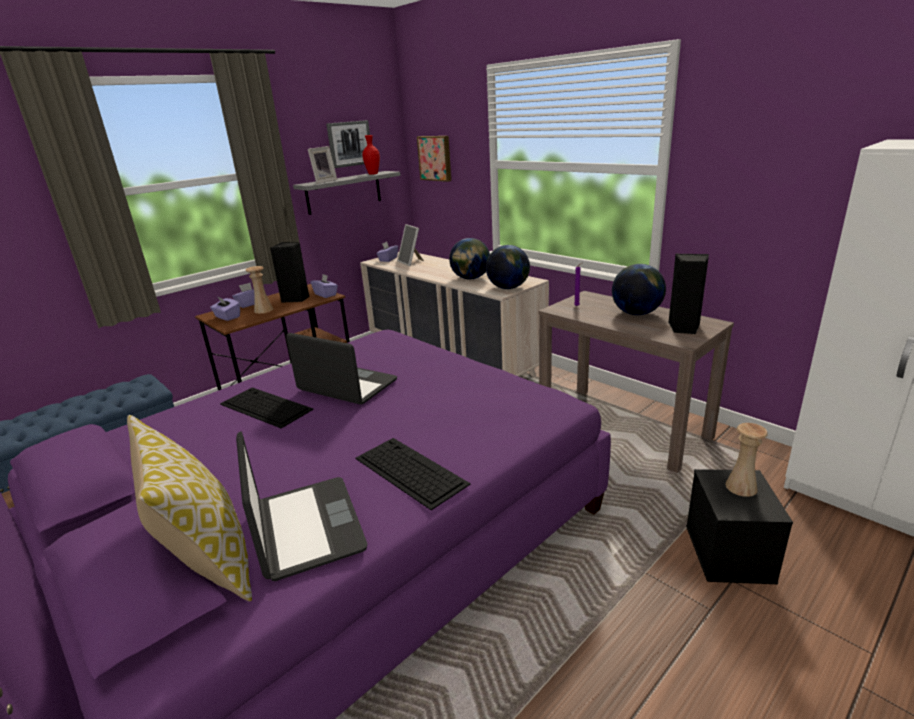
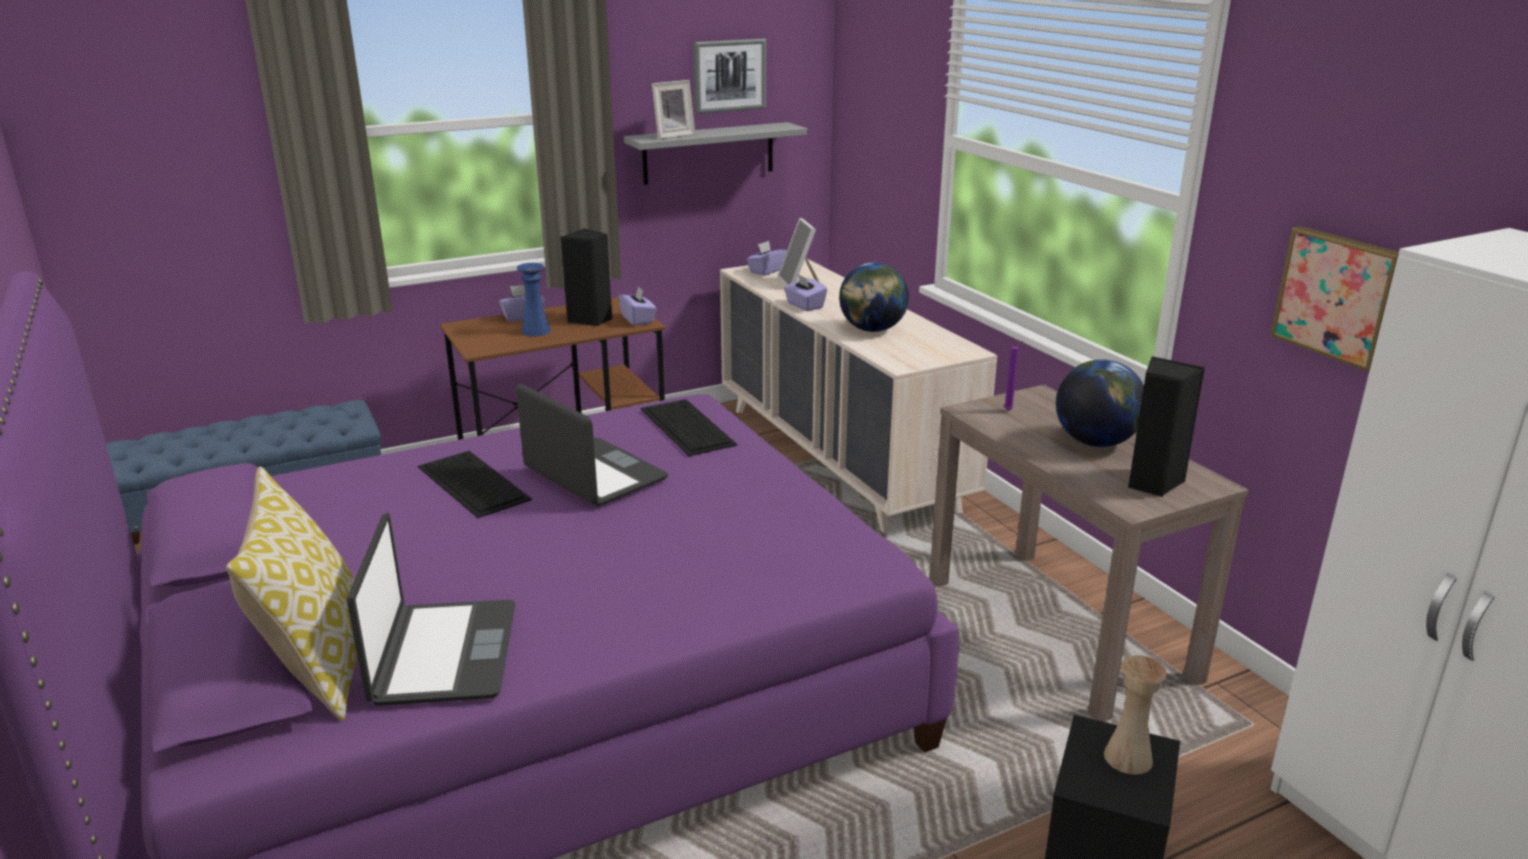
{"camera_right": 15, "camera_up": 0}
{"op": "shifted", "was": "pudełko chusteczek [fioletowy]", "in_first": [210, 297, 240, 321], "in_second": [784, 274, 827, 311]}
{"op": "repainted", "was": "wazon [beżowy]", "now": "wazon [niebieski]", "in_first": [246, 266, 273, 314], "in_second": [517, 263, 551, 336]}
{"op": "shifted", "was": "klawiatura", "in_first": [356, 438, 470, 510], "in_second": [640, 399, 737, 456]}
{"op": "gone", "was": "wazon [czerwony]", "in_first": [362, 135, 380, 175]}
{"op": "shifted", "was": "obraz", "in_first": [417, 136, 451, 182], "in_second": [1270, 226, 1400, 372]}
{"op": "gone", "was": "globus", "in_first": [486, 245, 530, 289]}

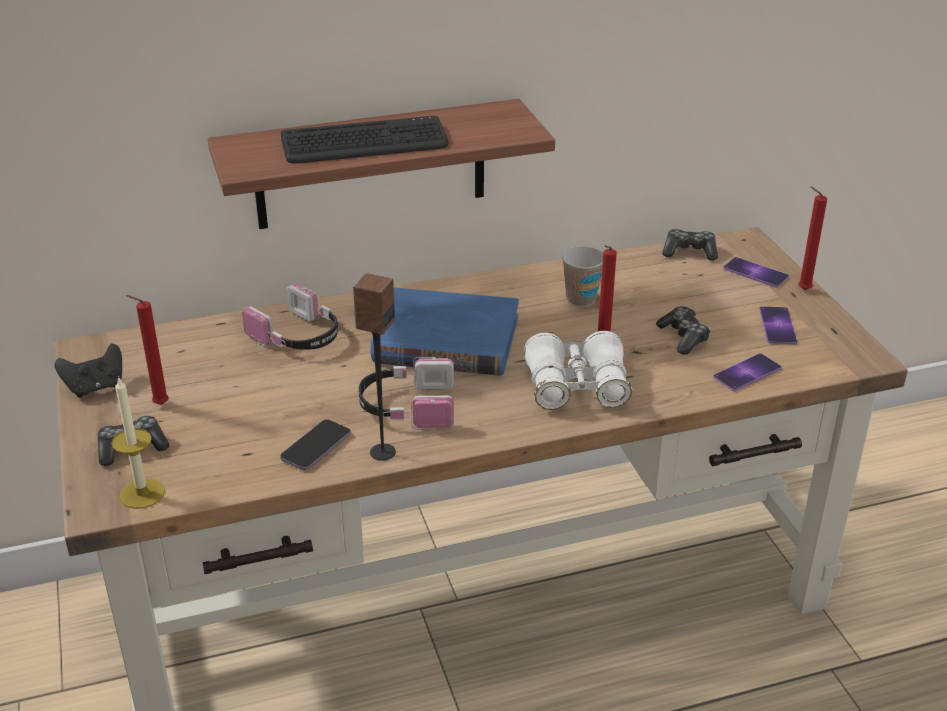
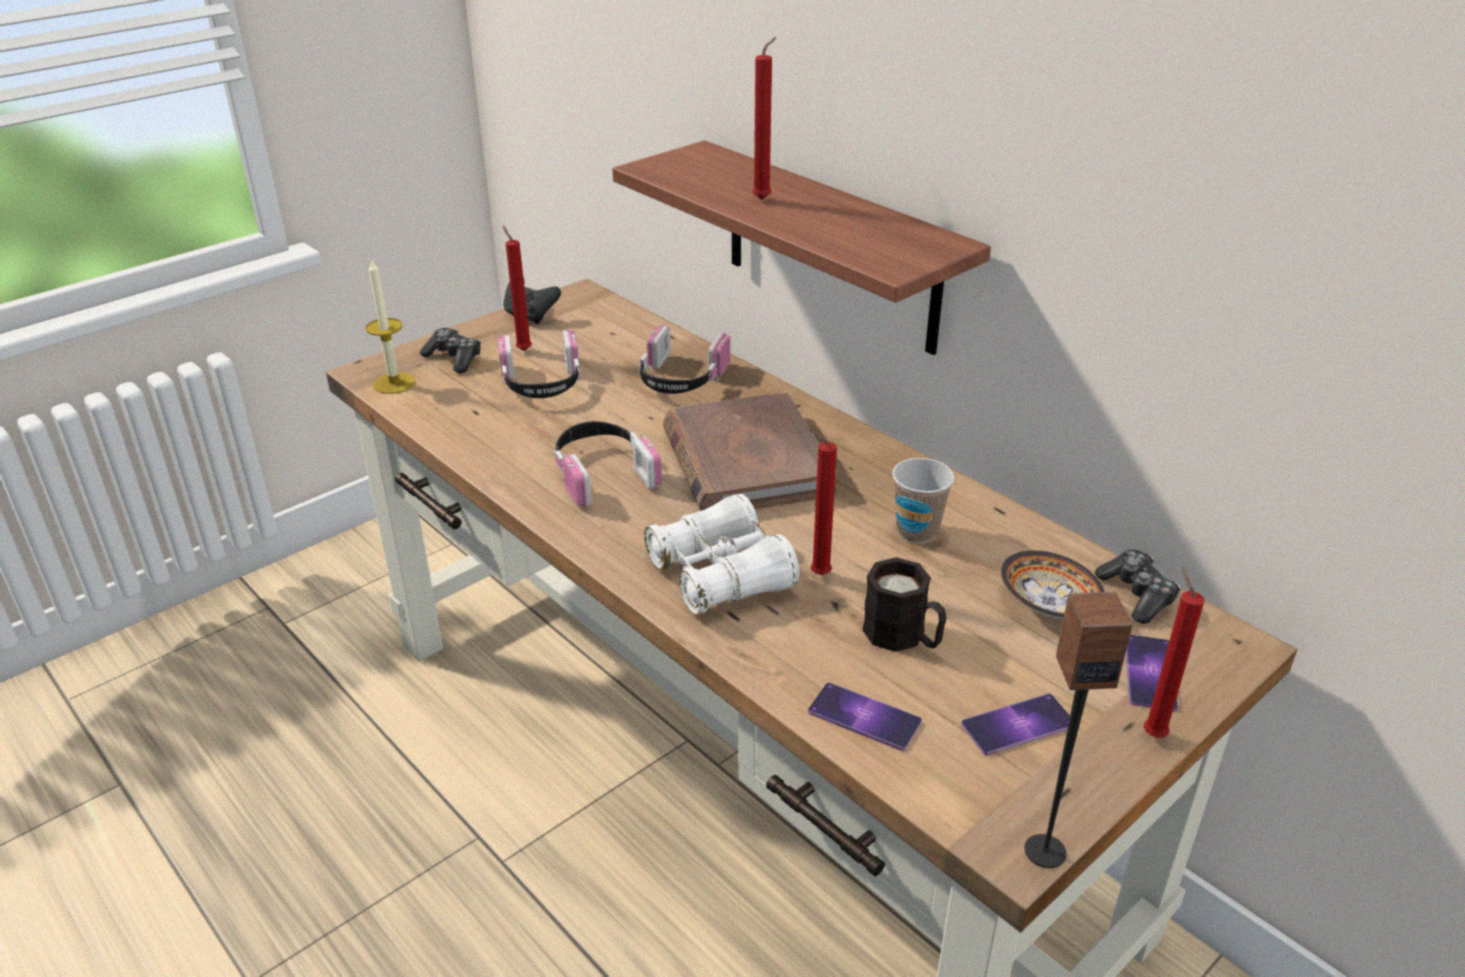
{"camera_right": 65, "camera_up": 0}
{"op": "gone", "was": "telefon", "in_first": [280, 419, 351, 470]}
{"op": "swapped", "was": "klawiatura", "now": "świeca [czerwony]", "in_first": [281, 116, 448, 163], "in_second": [752, 37, 776, 200]}
{"op": "shifted", "was": "głośnik", "in_first": [353, 273, 396, 460], "in_second": [1024, 592, 1132, 868]}
{"op": "repainted", "was": "książka [niebieski]", "now": "książka [brązowy]", "in_first": [370, 288, 519, 376], "in_second": [663, 392, 837, 511]}
{"op": "swapped", "was": "pad do gier", "now": "kubek [czarny]", "in_first": [656, 306, 711, 355], "in_second": [862, 557, 946, 652]}
{"op": "new", "now": "słuchawki", "in_second": [498, 329, 581, 398]}
{"op": "new", "now": "miska", "in_second": [1001, 550, 1104, 619]}

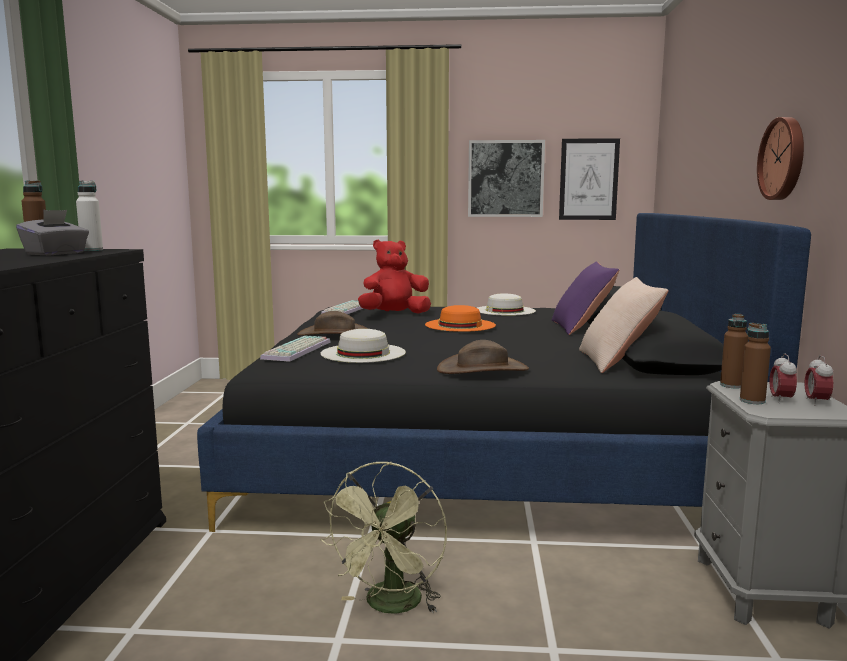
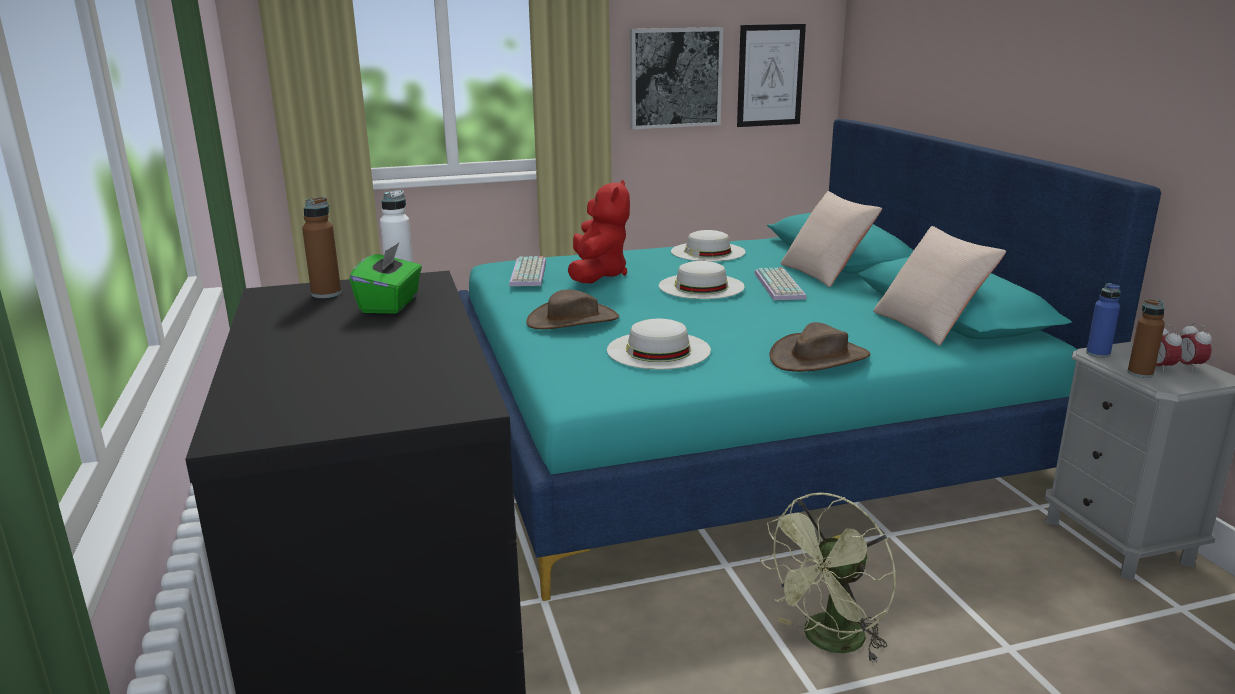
{"camera_right": -20, "camera_up": 10}
{"op": "repainted", "was": "pudełko chusteczek [szary]", "now": "pudełko chusteczek [zielony]", "in_first": [16, 210, 89, 255], "in_second": [350, 243, 422, 314]}
{"op": "repainted", "was": "łóżko [czarny]", "now": "łóżko [turkusowy]", "in_first": [197, 213, 811, 532], "in_second": [458, 119, 1161, 601]}
{"op": "shifted", "was": "klawiatura", "in_first": [260, 336, 331, 362], "in_second": [754, 267, 807, 300]}
{"op": "rotated", "was": "wentylator [zielony]", "in_first": [320, 462, 447, 614], "in_second": [760, 493, 896, 663], "clockwise": 45}
{"op": "rotated", "was": "pluszak [czerwony]", "in_first": [358, 239, 431, 314], "in_second": [568, 180, 630, 283], "clockwise": 135}
{"op": "repainted", "was": "kapelusz [pomarańczowy]", "now": "kapelusz [biały]", "in_first": [425, 305, 496, 332], "in_second": [659, 261, 745, 299]}
{"op": "repainted", "was": "poduszka [fioletowy]", "now": "poduszka [beżowy]", "in_first": [552, 262, 619, 335], "in_second": [781, 191, 882, 287]}
{"op": "repainted", "was": "butelka [brązowy]", "now": "butelka [niebieski]", "in_first": [720, 314, 748, 388], "in_second": [1086, 283, 1121, 358]}
{"op": "gone", "was": "zegar ścienny", "in_first": [757, 117, 804, 200]}

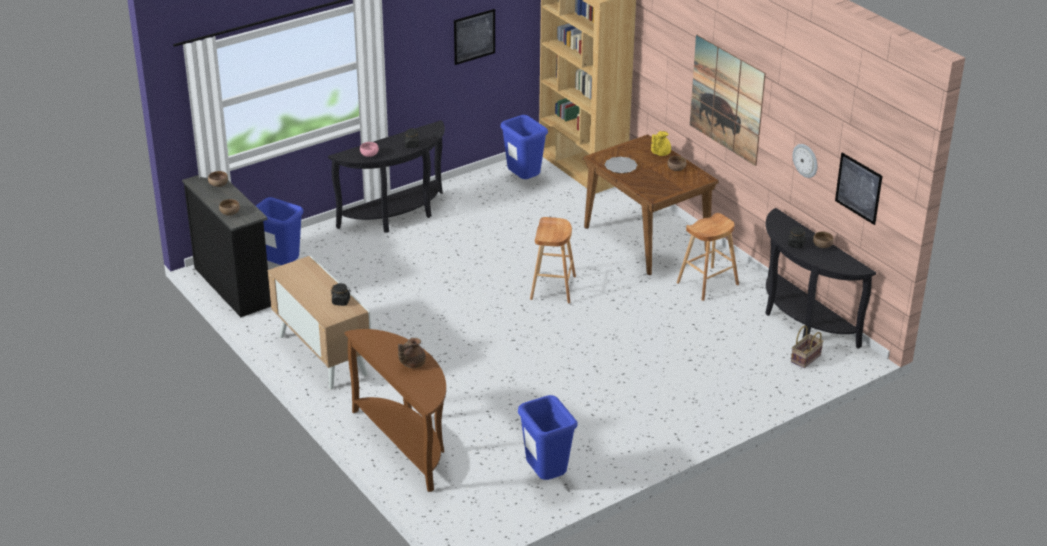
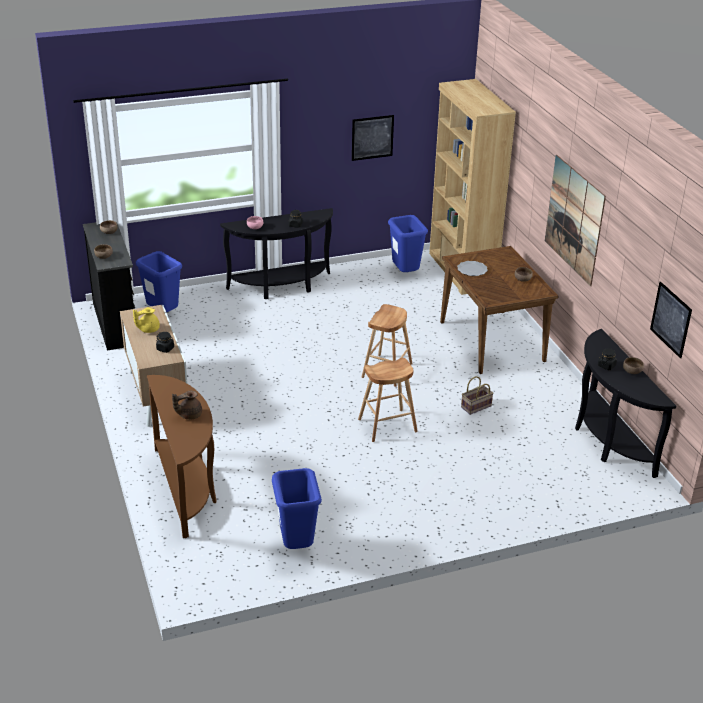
{"camera_right": 15, "camera_up": 0}
{"op": "shifted", "was": "imbryk [żółty]", "in_first": [651, 131, 671, 156], "in_second": [133, 307, 160, 333]}
{"op": "shifted", "was": "stołek [brązowy]", "in_first": [677, 213, 739, 301], "in_second": [358, 358, 418, 442]}
{"op": "shifted", "was": "koszyk", "in_first": [791, 326, 823, 368], "in_second": [461, 376, 493, 415]}
{"op": "gone", "was": "zegar ścienny", "in_first": [793, 144, 818, 178]}

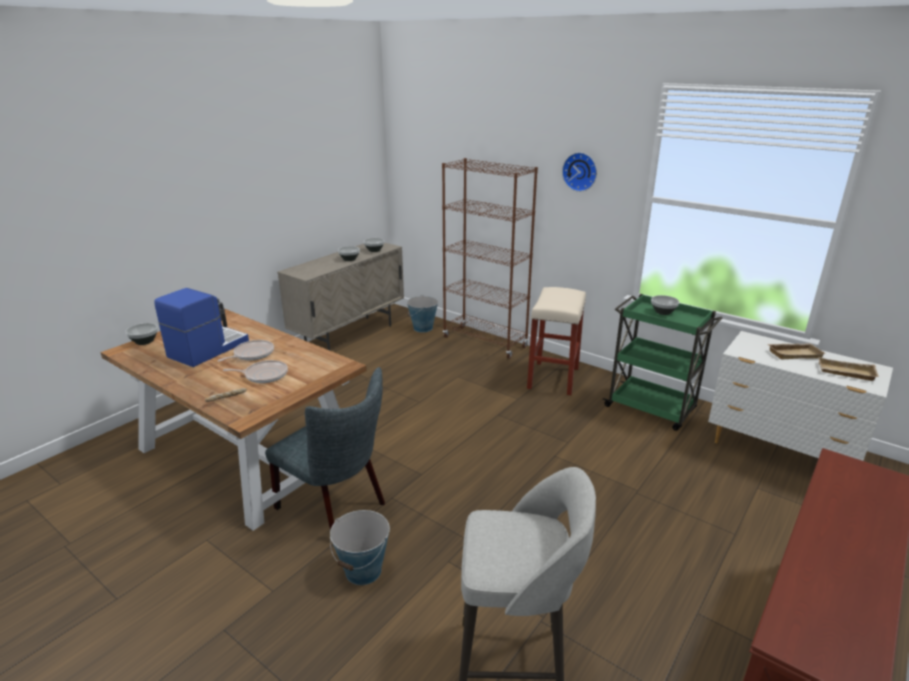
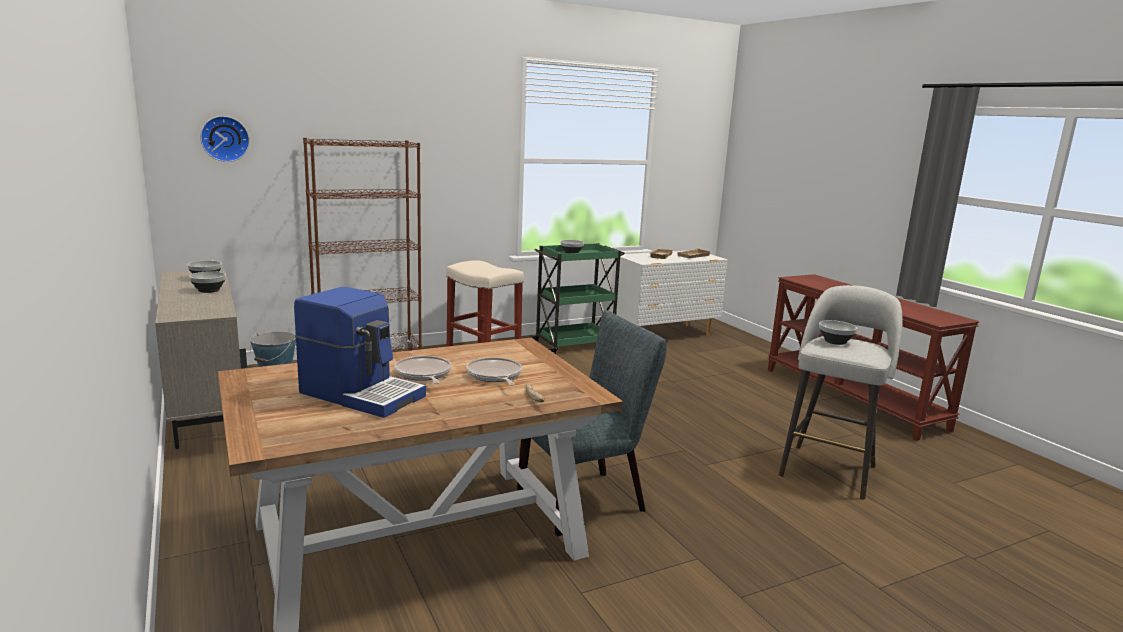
{"camera_right": -65, "camera_up": -10}
{"op": "shifted", "was": "miska", "in_first": [125, 323, 158, 345], "in_second": [819, 320, 857, 345]}
{"op": "rotated", "was": "ekspres do kawy", "in_first": [154, 288, 249, 367], "in_second": [294, 287, 426, 418], "clockwise": 150}
{"op": "rotated", "was": "patelnia", "in_first": [223, 360, 288, 383], "in_second": [466, 357, 522, 386], "clockwise": -45}
{"op": "gone", "was": "wiadro", "in_first": [330, 510, 390, 585]}
{"op": "shifted", "was": "zegar ścienny", "in_first": [562, 152, 597, 192], "in_second": [200, 116, 250, 162]}

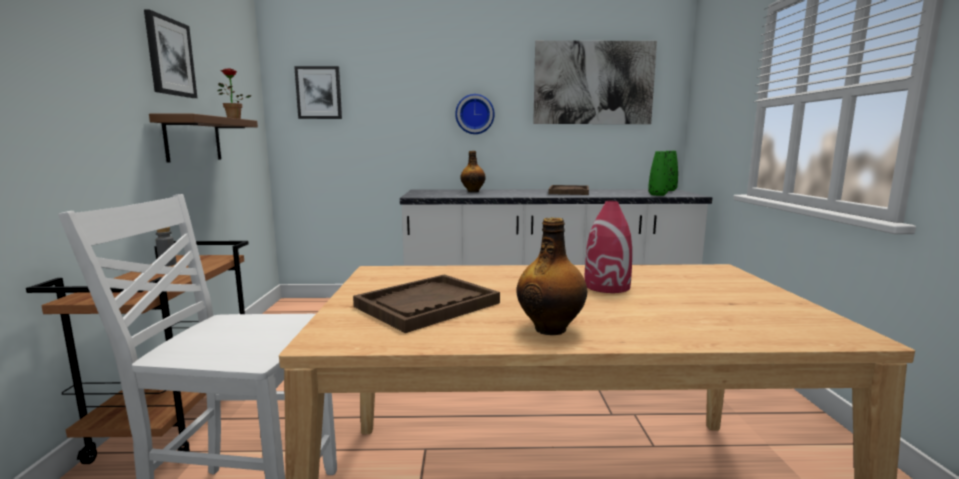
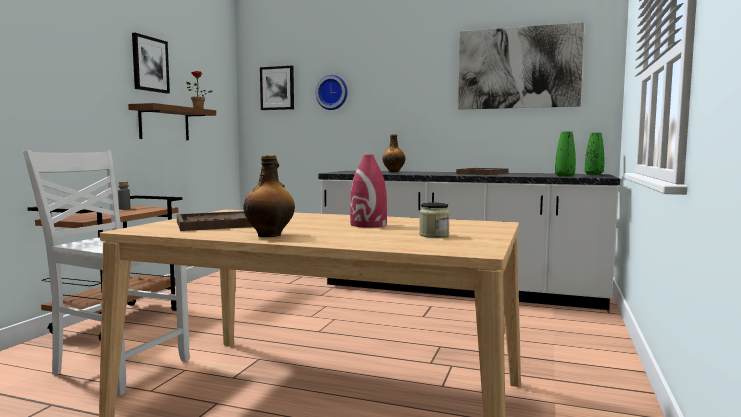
{"camera_right": 20, "camera_up": -5}
{"op": "shifted", "was": "zegar ścienny", "in_first": [455, 94, 495, 134], "in_second": [316, 75, 347, 110]}
{"op": "new", "now": "słoik", "in_second": [419, 202, 450, 238]}

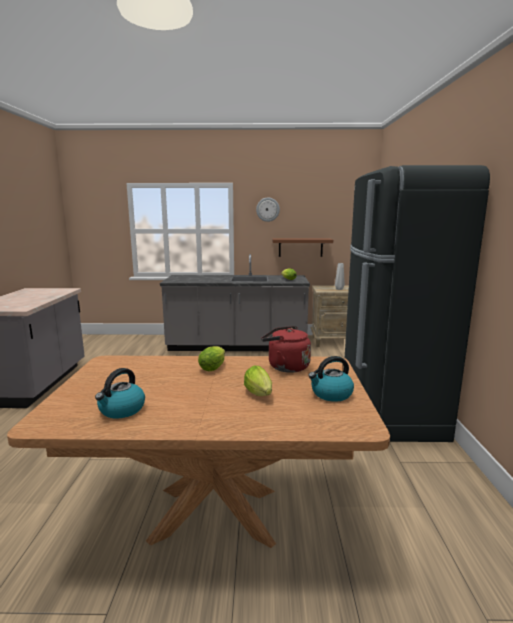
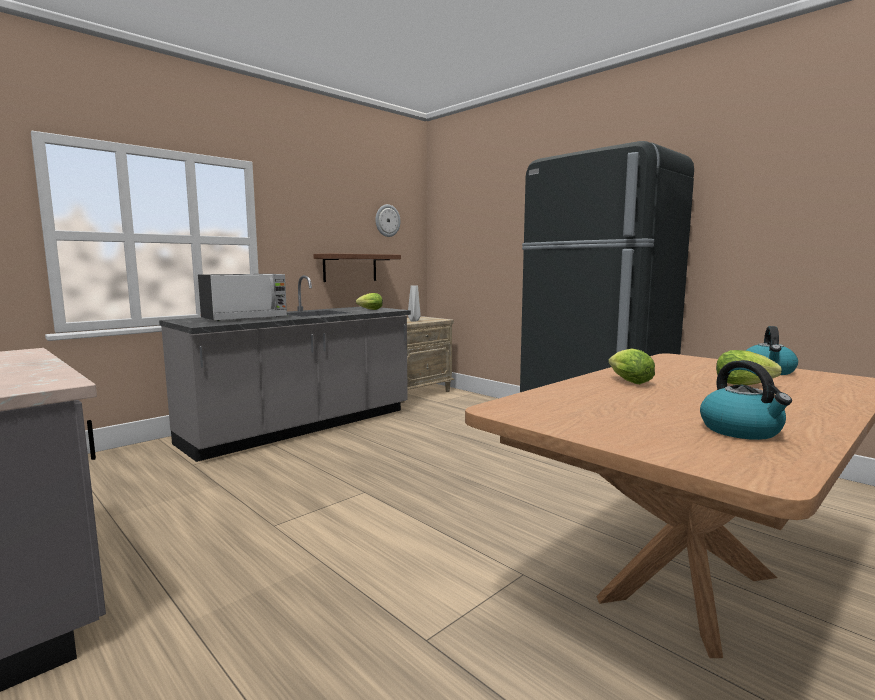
{"camera_right": -45, "camera_up": -5}
{"op": "shifted", "was": "zegar ścienny", "in_first": [256, 197, 280, 222], "in_second": [376, 204, 400, 237]}
{"op": "gone", "was": "czajnik [czerwony]", "in_first": [261, 326, 311, 373]}
{"op": "new", "now": "mikrofalówka", "in_second": [198, 274, 287, 321]}

